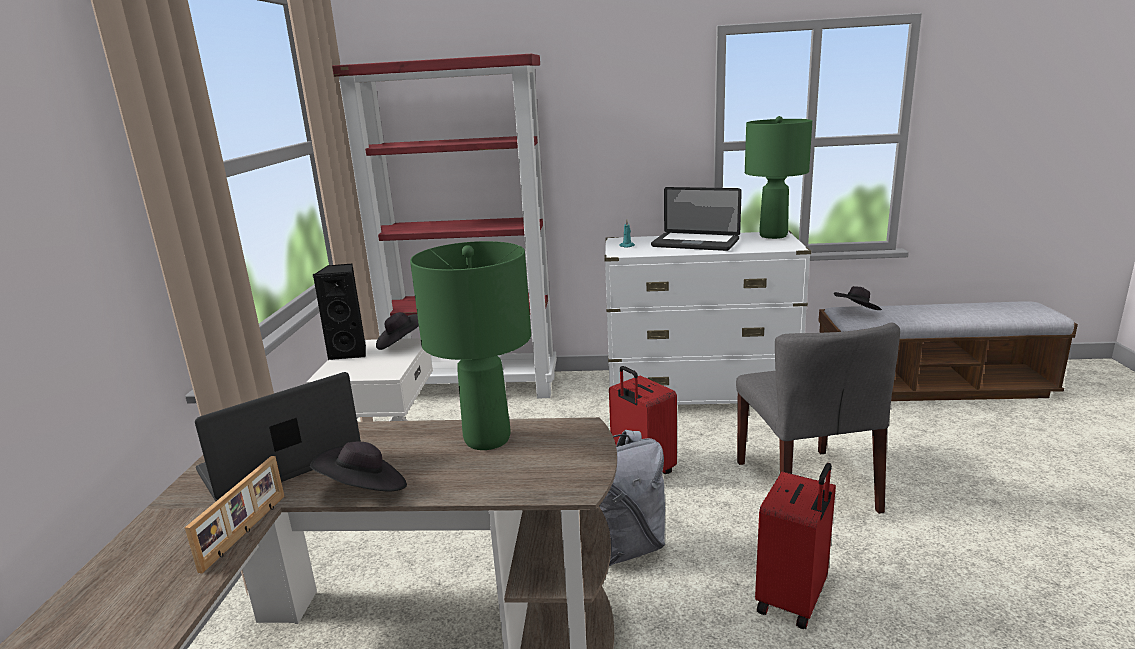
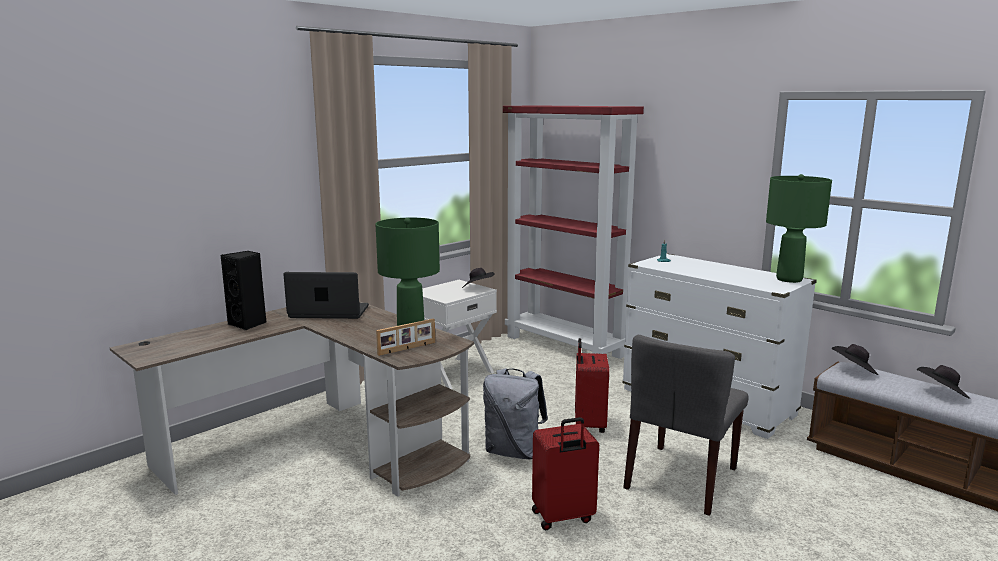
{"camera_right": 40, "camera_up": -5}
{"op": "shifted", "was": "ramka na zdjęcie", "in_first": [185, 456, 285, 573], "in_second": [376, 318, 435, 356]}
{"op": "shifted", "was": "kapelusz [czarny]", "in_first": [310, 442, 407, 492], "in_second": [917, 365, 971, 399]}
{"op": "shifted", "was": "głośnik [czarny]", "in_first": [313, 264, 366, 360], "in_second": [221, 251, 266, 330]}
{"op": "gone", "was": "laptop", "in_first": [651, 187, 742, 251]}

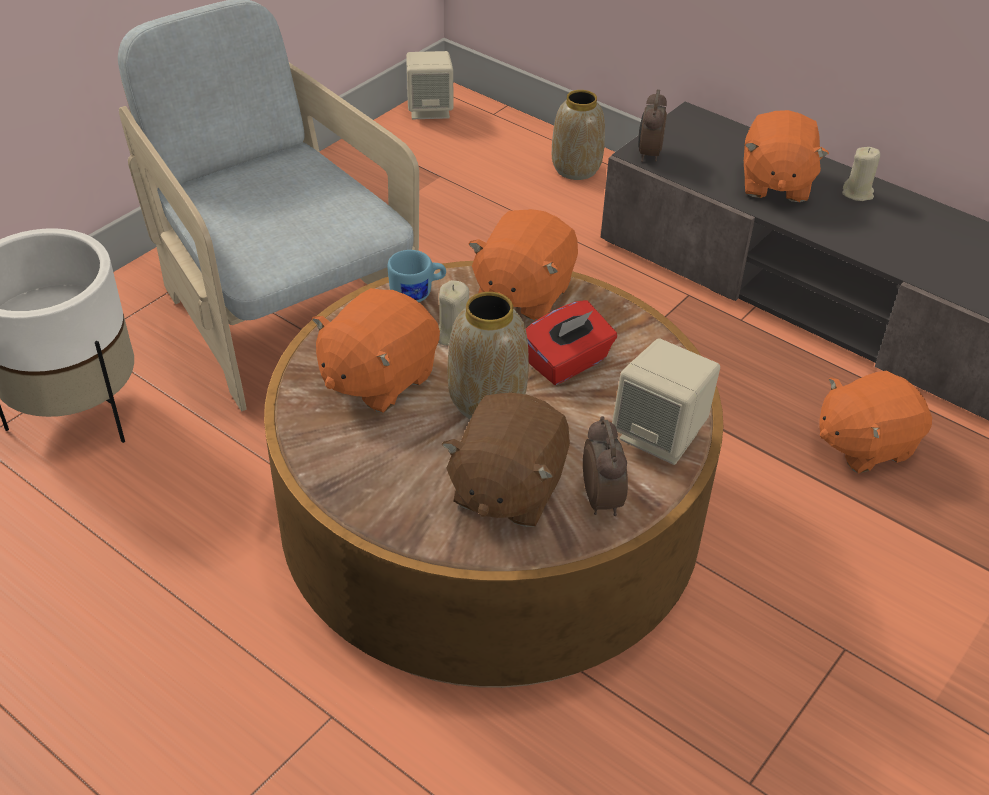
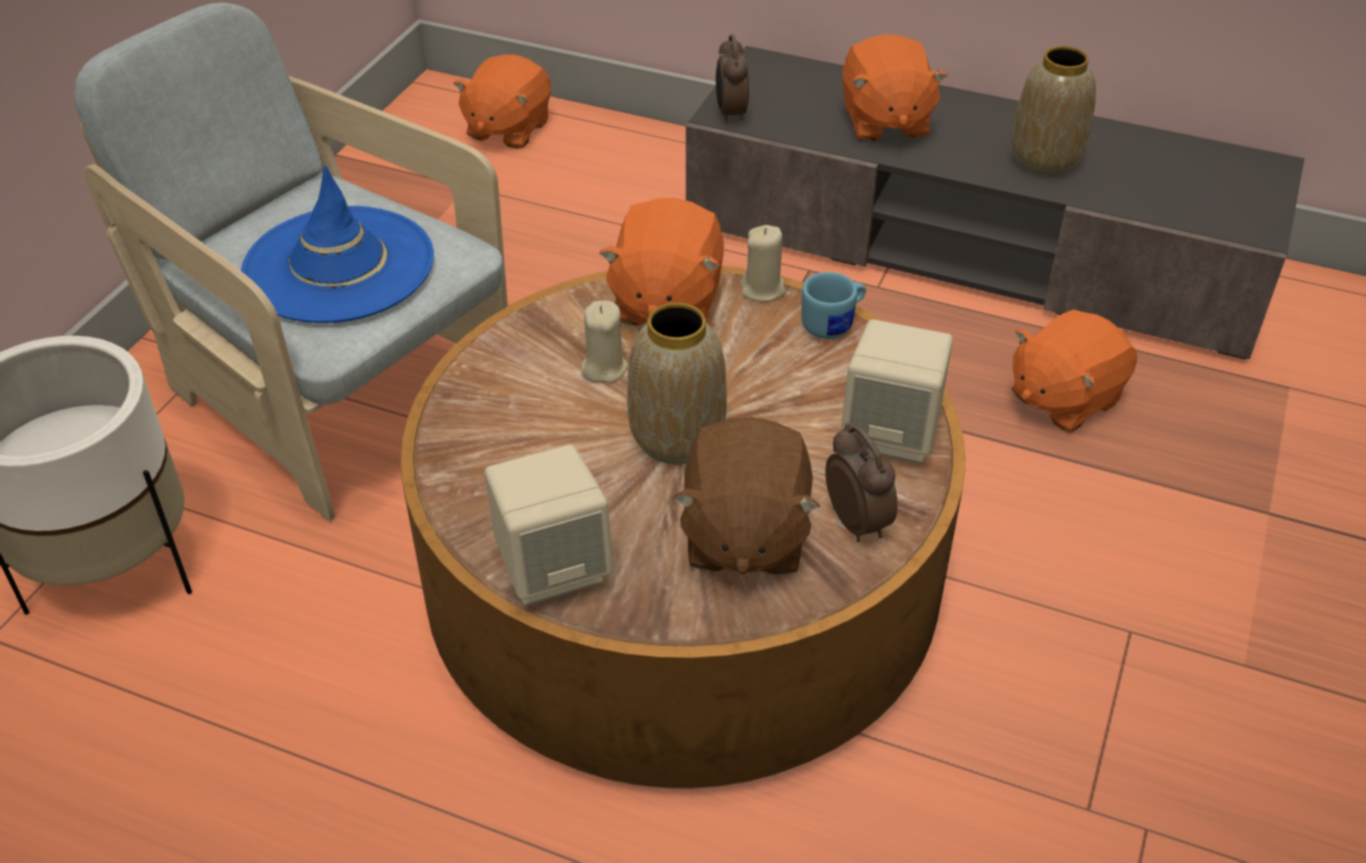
{"camera_right": -15, "camera_up": 0}
{"op": "shifted", "was": "pluszak [pomarańczowy]", "in_first": [312, 288, 440, 413], "in_second": [453, 55, 551, 149]}
{"op": "shifted", "was": "kubek [niebieski]", "in_first": [388, 250, 446, 302], "in_second": [802, 272, 866, 339]}
{"op": "shifted", "was": "głośnik [beżowy]", "in_first": [406, 51, 454, 119], "in_second": [484, 445, 614, 606]}
{"op": "gone", "was": "pudełko chusteczek [czerwony]", "in_first": [526, 300, 617, 385]}
{"op": "shifted", "was": "wazon", "in_first": [552, 90, 605, 180], "in_second": [1012, 46, 1096, 176]}
{"op": "shifted", "was": "świeca [beżowy]", "in_first": [842, 147, 880, 201], "in_second": [741, 225, 786, 302]}
{"op": "new", "now": "kapelusz [niebieski]", "in_second": [241, 165, 434, 323]}

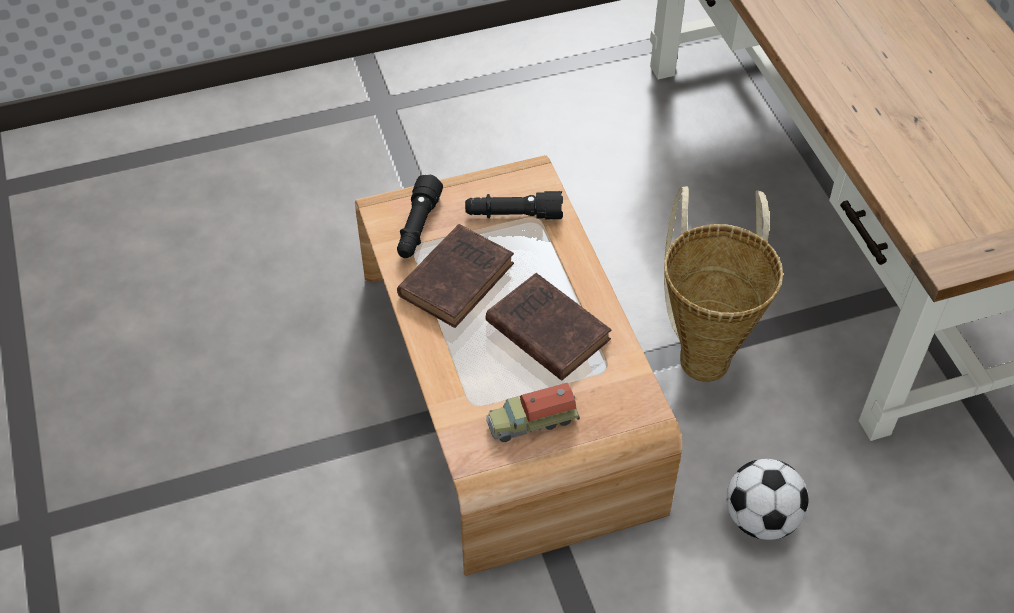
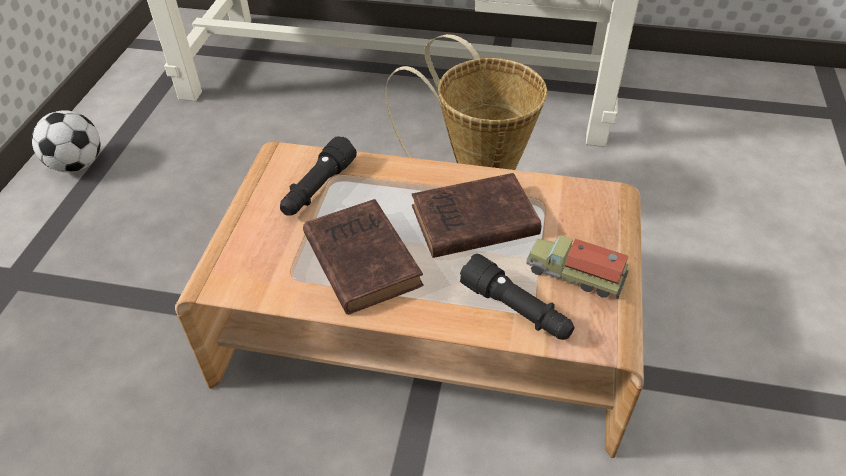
{"camera_right": -60, "camera_up": -5}
{"op": "shifted", "was": "latarka [czarny]", "in_first": [397, 175, 443, 258], "in_second": [460, 253, 574, 340]}
{"op": "rotated", "was": "ciężarówka zabawkowa", "in_first": [486, 383, 580, 442], "in_second": [527, 235, 629, 299], "clockwise": 105}
{"op": "shifted", "was": "piłka futbolowa", "in_first": [727, 459, 809, 540], "in_second": [32, 110, 100, 172]}

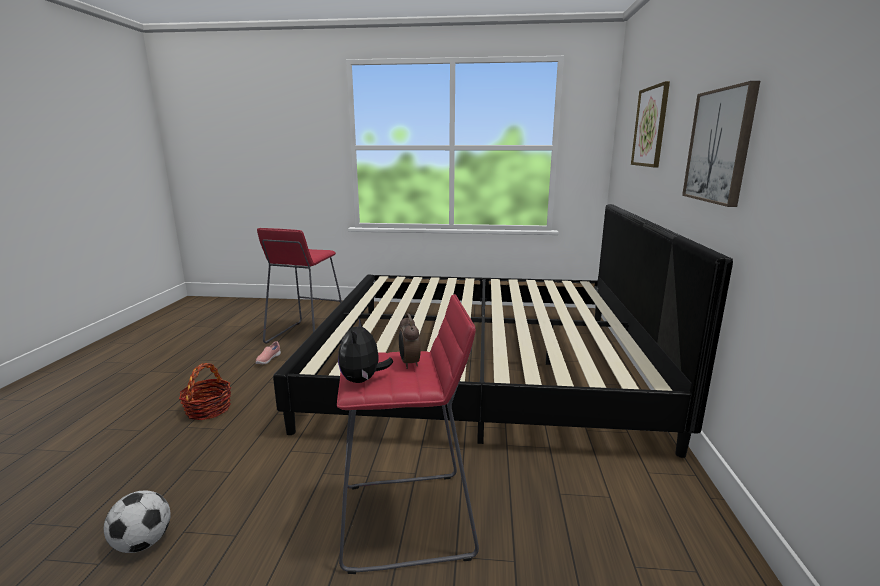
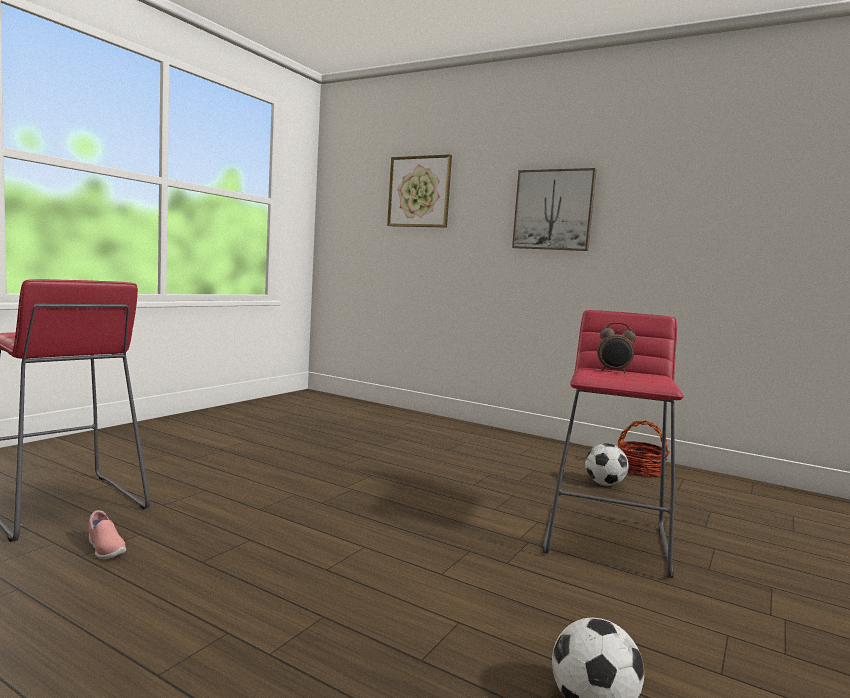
{"camera_right": -65, "camera_up": -10}
{"op": "shifted", "was": "koszyk", "in_first": [179, 363, 231, 420], "in_second": [618, 420, 670, 477]}
{"op": "gone", "was": "łóżko", "in_first": [273, 204, 733, 458]}
{"op": "gone", "was": "pluszak", "in_first": [338, 318, 393, 383]}
{"op": "new", "now": "piłka futbolowa", "in_second": [585, 443, 629, 486]}

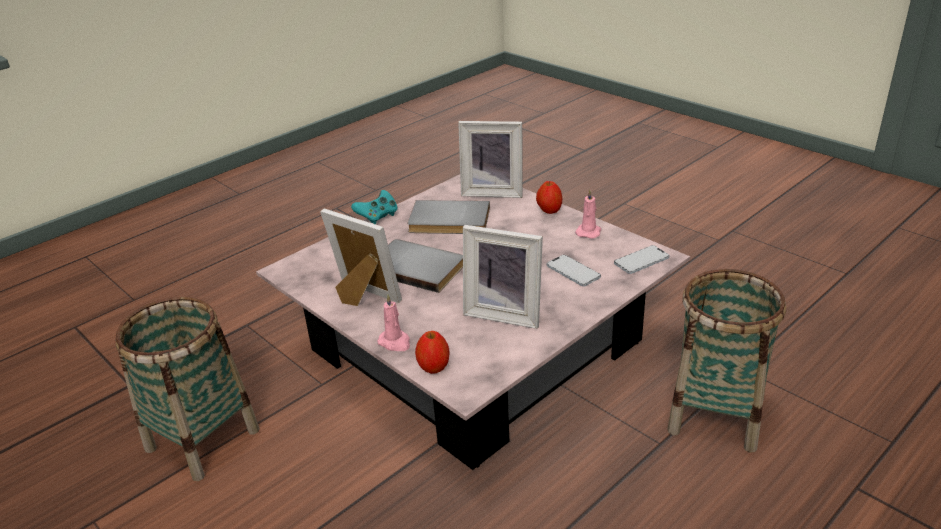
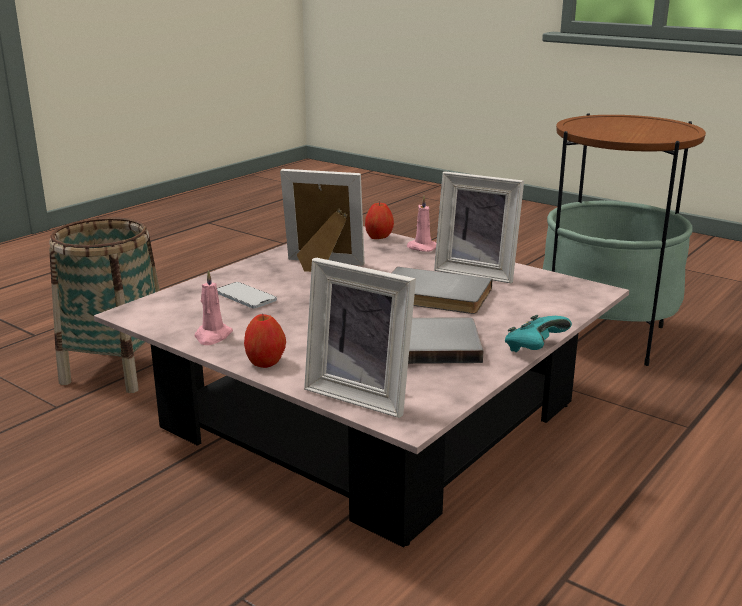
{"camera_right": 170, "camera_up": -10}
{"op": "swapped", "was": "koszyk", "now": "stolik", "in_first": [115, 297, 260, 481], "in_second": [543, 113, 706, 366]}
{"op": "rotated", "was": "ramka na zdjęcie", "in_first": [458, 121, 523, 198], "in_second": [304, 258, 416, 418], "clockwise": -150}
{"op": "gone", "was": "telefon", "in_first": [614, 245, 670, 274]}

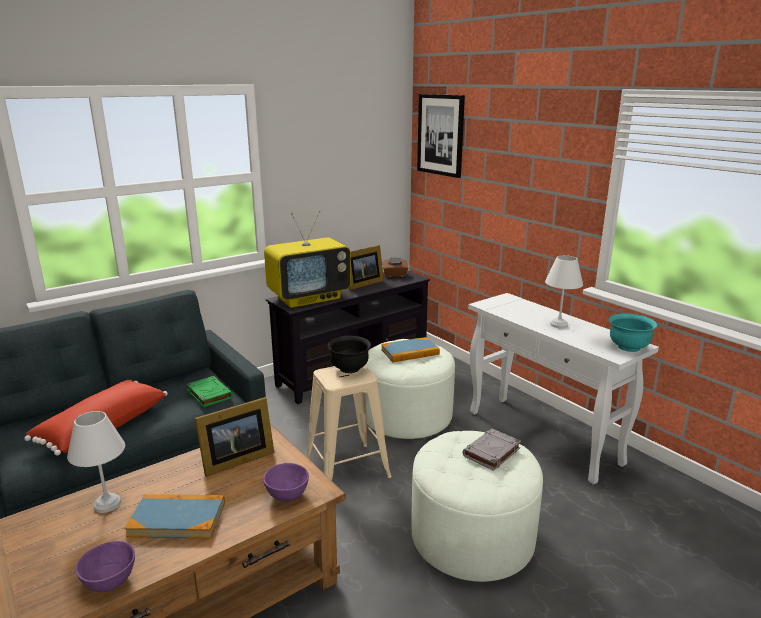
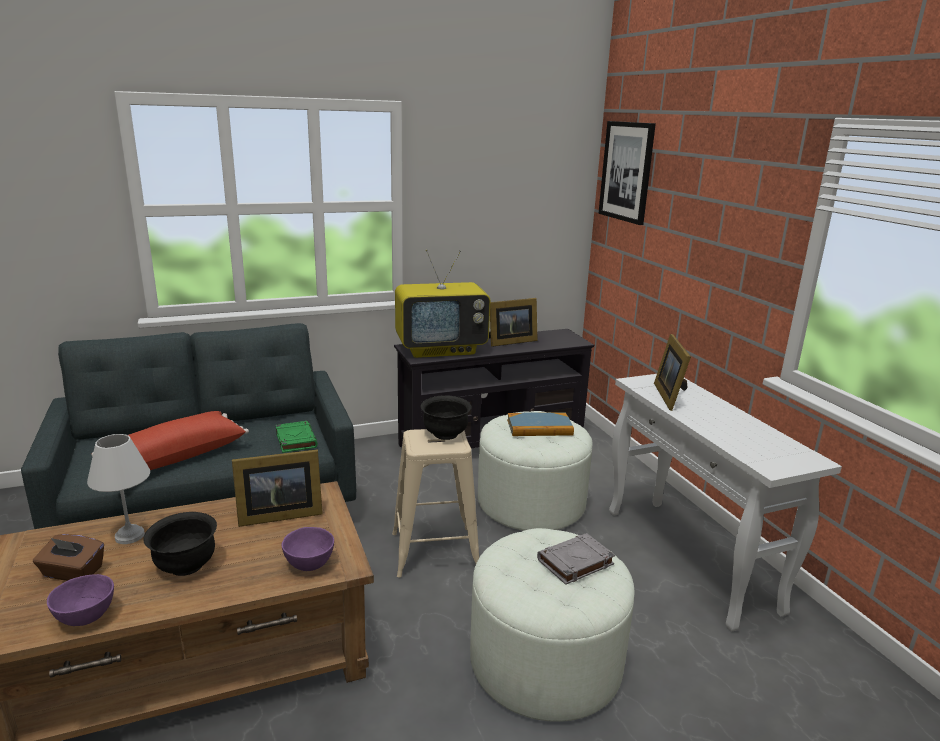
{"camera_right": 15, "camera_up": 0}
{"op": "swapped", "was": "książka", "now": "miska [czarny]", "in_first": [124, 494, 225, 539], "in_second": [143, 512, 217, 576]}
{"op": "shifted", "was": "pudełko chusteczek [brązowy]", "in_first": [382, 257, 408, 277], "in_second": [33, 534, 104, 581]}
{"op": "gone", "was": "lampa stołowa [biały]", "in_first": [545, 255, 583, 328]}
{"op": "gone", "was": "miska [turkusowy]", "in_first": [608, 313, 658, 352]}
{"op": "new", "now": "ramka na zdjęcie", "in_second": [654, 334, 691, 411]}

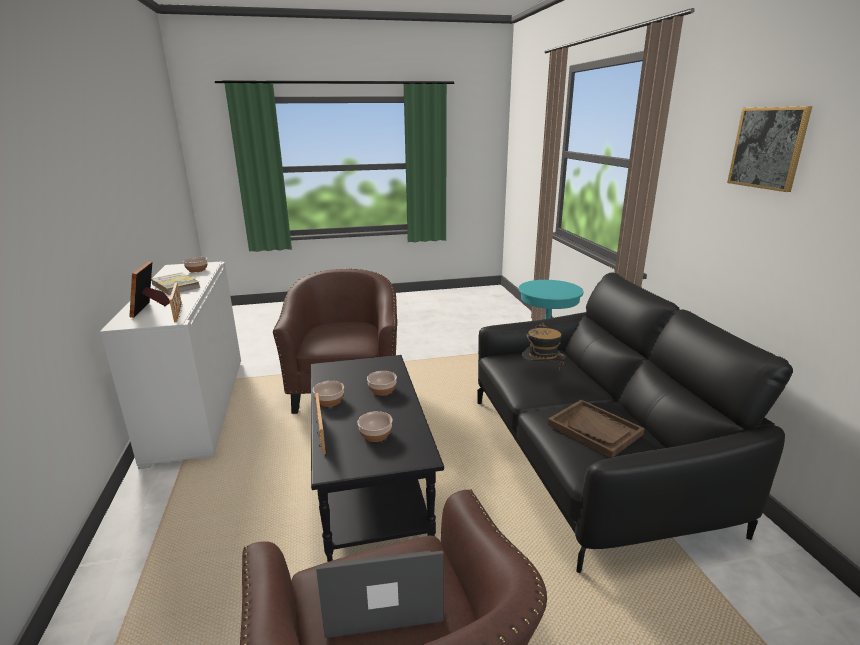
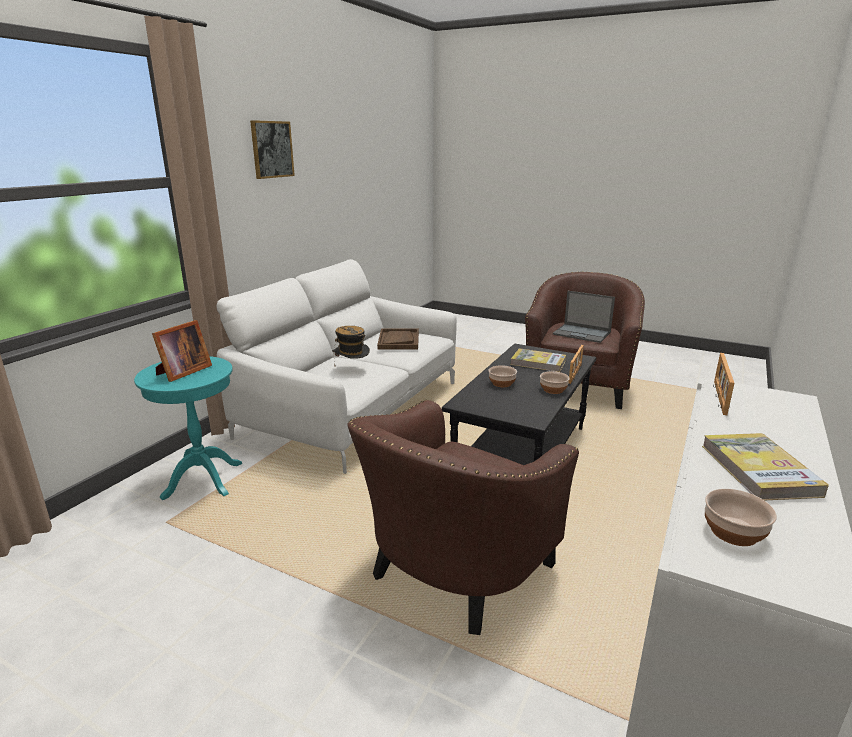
{"camera_right": -140, "camera_up": 0}
{"op": "shifted", "was": "ramka na zdjęcie", "in_first": [129, 261, 170, 318], "in_second": [152, 320, 212, 382]}
{"op": "swapped", "was": "miska", "now": "książka", "in_first": [357, 411, 393, 442], "in_second": [511, 348, 566, 372]}
{"op": "repainted", "was": "kanapa [czarny]", "now": "kanapa [biały]", "in_first": [477, 272, 793, 573], "in_second": [216, 259, 457, 474]}

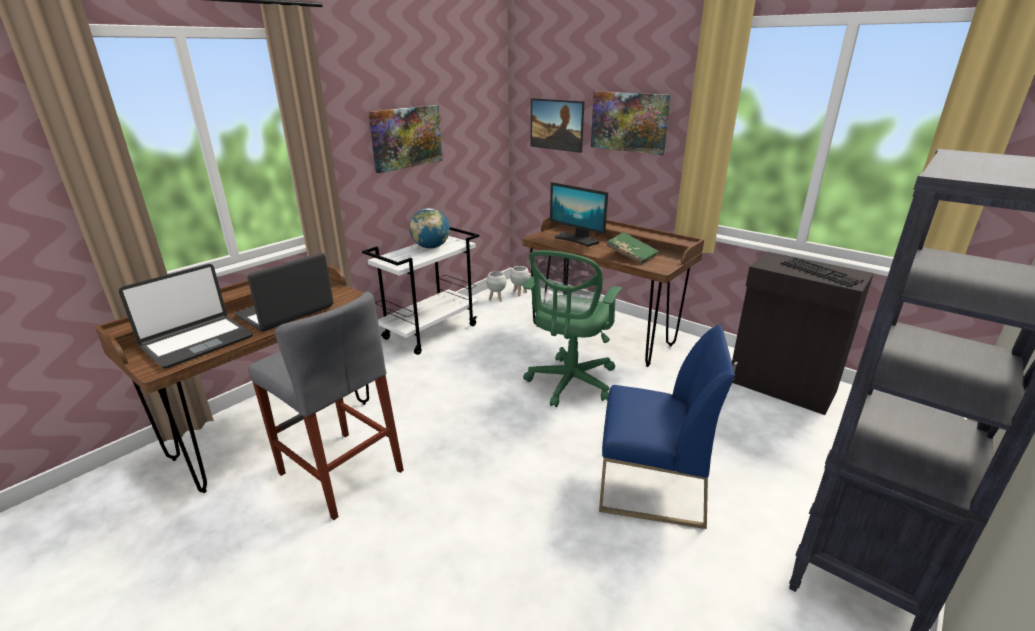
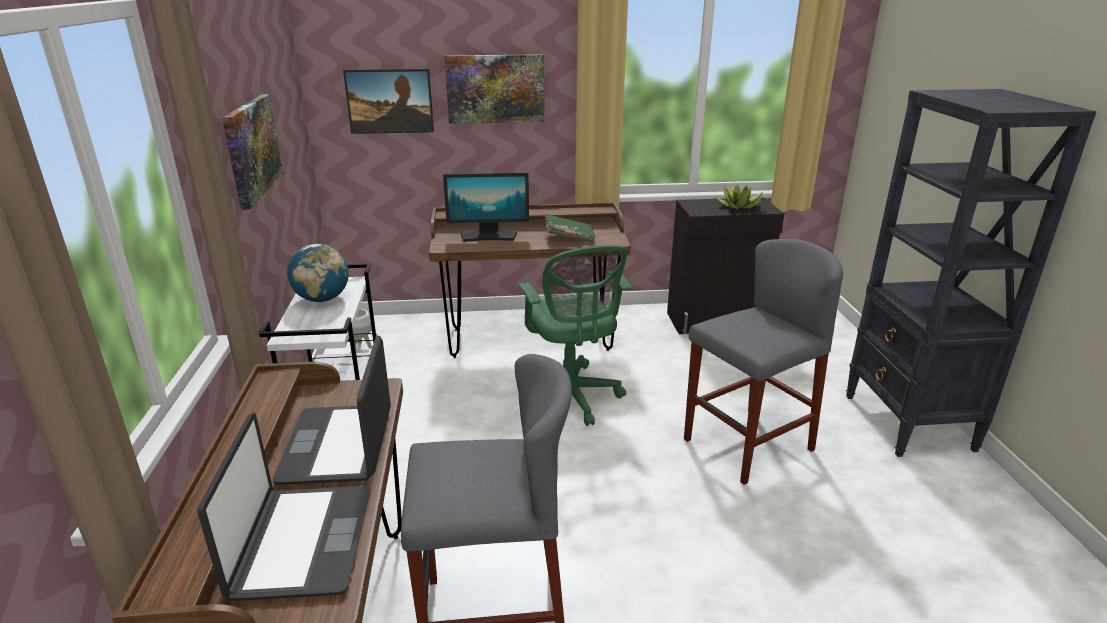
{"camera_right": -45, "camera_up": 0}
{"op": "gone", "was": "donica [biały]", "in_first": [510, 266, 530, 296]}
{"op": "swapped", "was": "krzesło [niebieski]", "now": "stołek [szary]", "in_first": [599, 324, 735, 529], "in_second": [684, 239, 843, 485]}
{"op": "swapped", "was": "klawiatura", "now": "roślina doniczkowa", "in_first": [781, 258, 864, 287], "in_second": [715, 185, 763, 210]}

